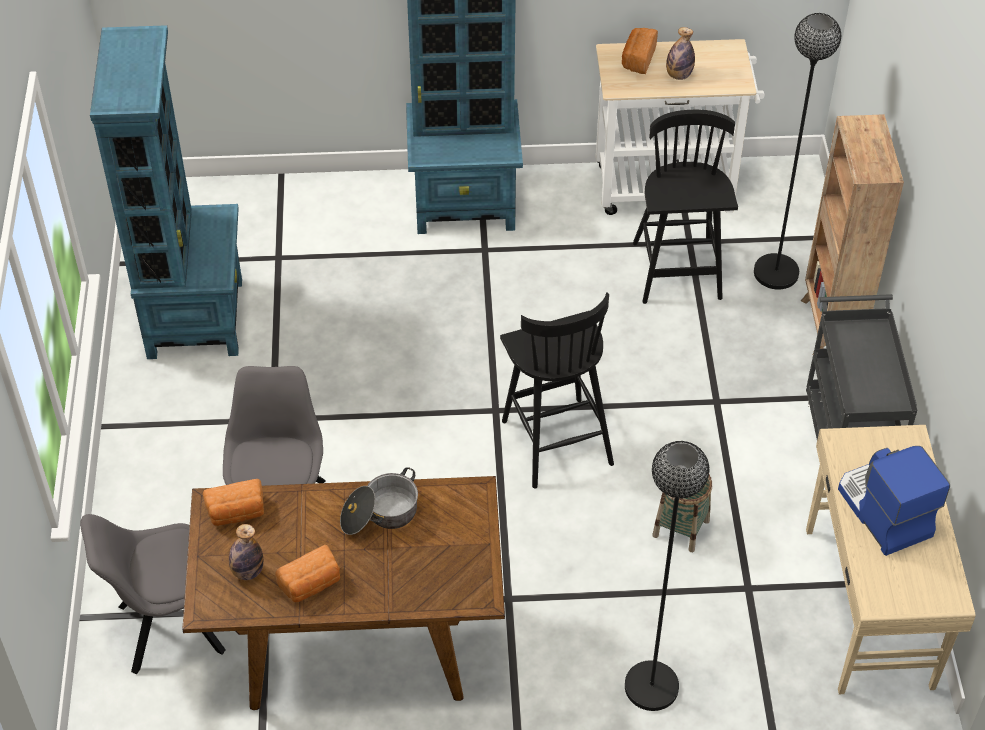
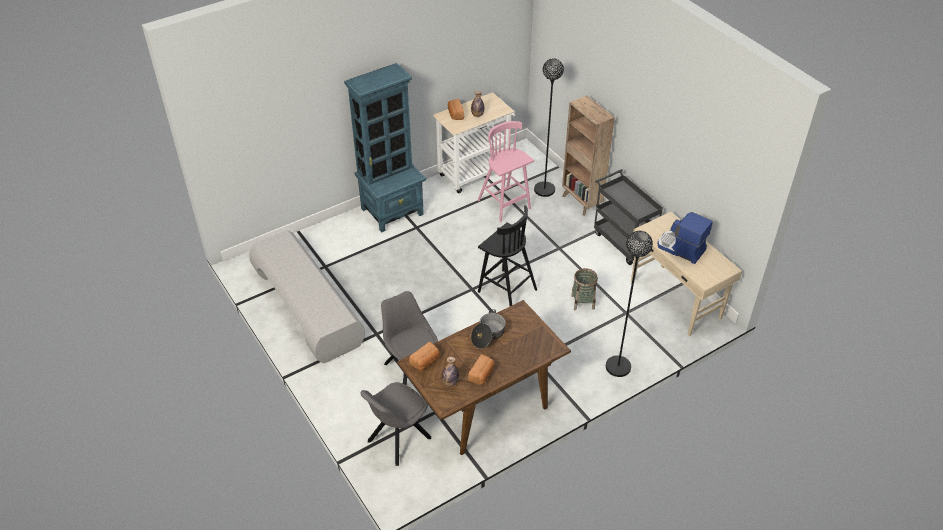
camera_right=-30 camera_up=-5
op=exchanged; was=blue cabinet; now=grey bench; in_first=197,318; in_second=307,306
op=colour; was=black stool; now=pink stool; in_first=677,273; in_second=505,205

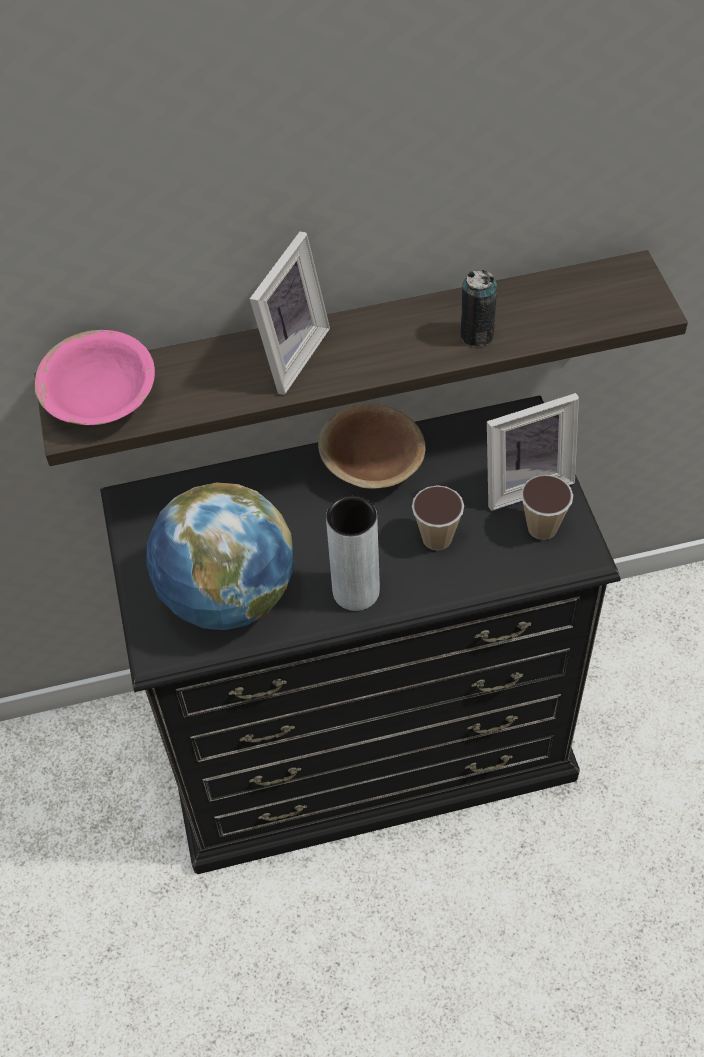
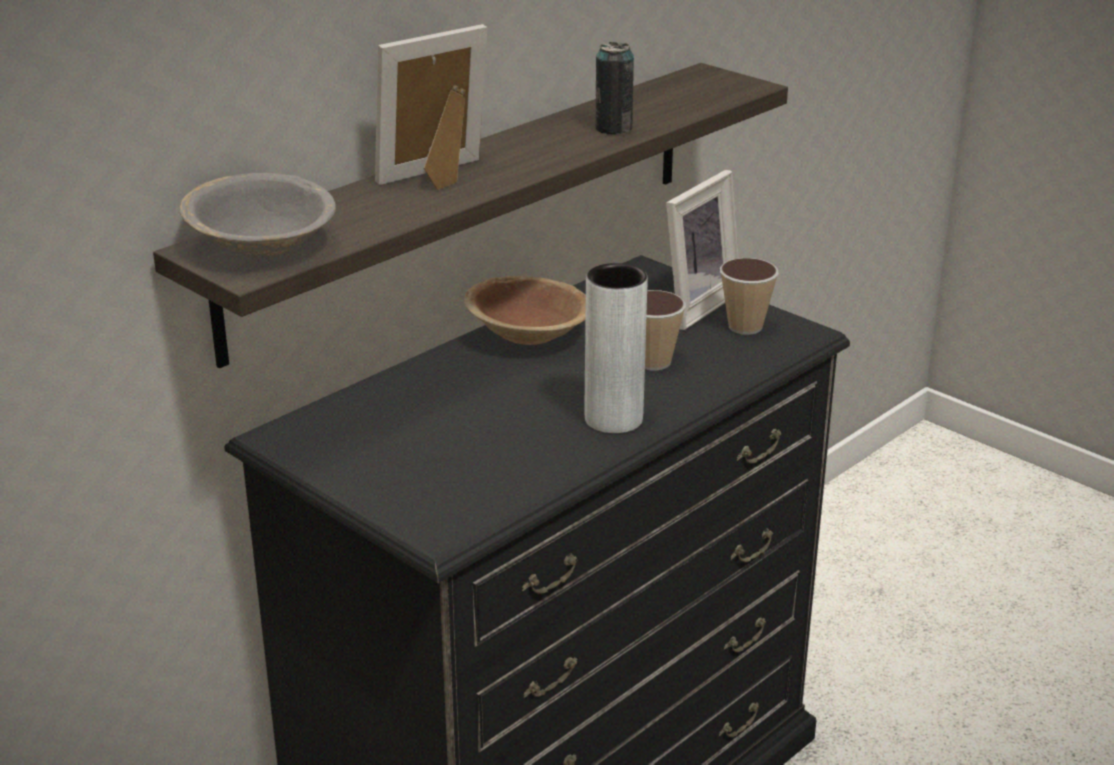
camera_right=-35 camera_up=-25
op=colour; was=pink bowl; now=grey bowl; in_first=101,399; in_second=262,247
op=missing; was=globe; in_first=228,597
op=spun; was=picture frame; in_first=287,355; in_second=439,177; clockwise=-120

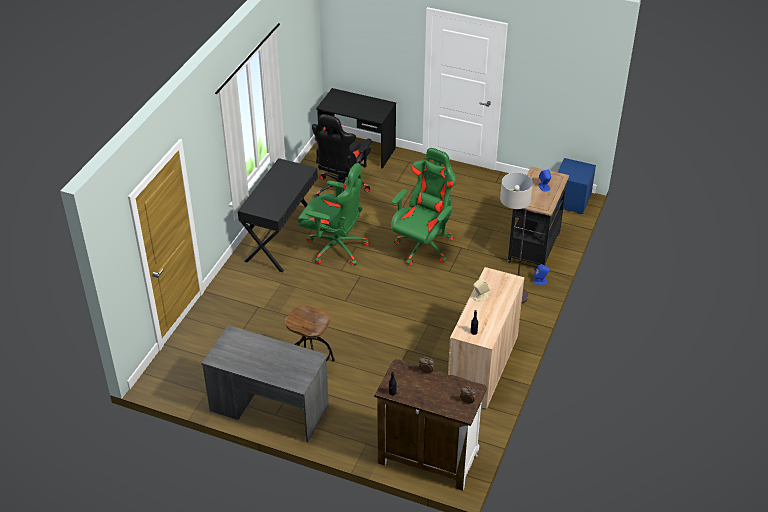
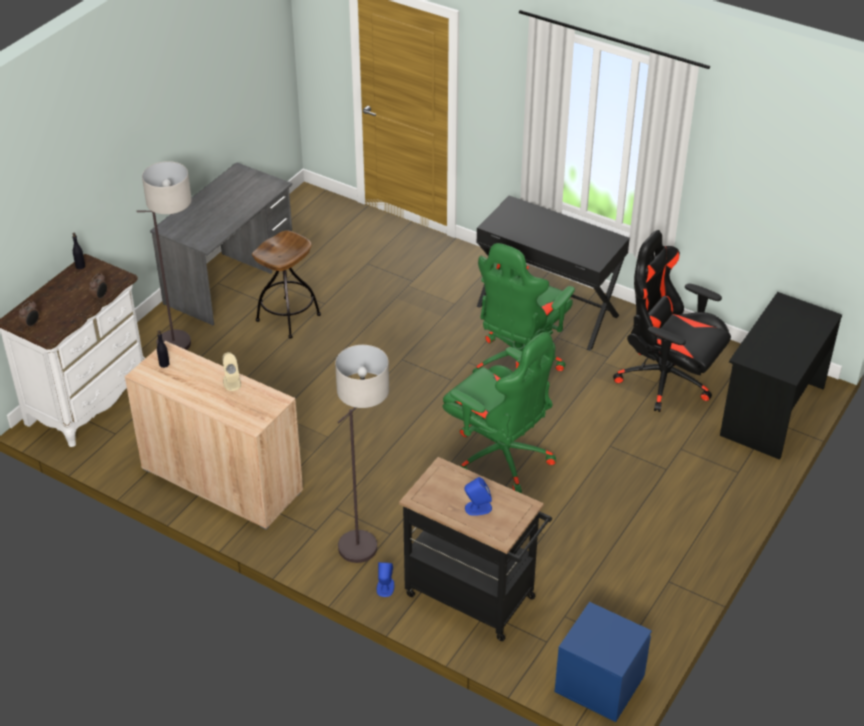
camera_right=100 camera_up=0
op=appeared; now=grey floor lamp; in_second=184,344

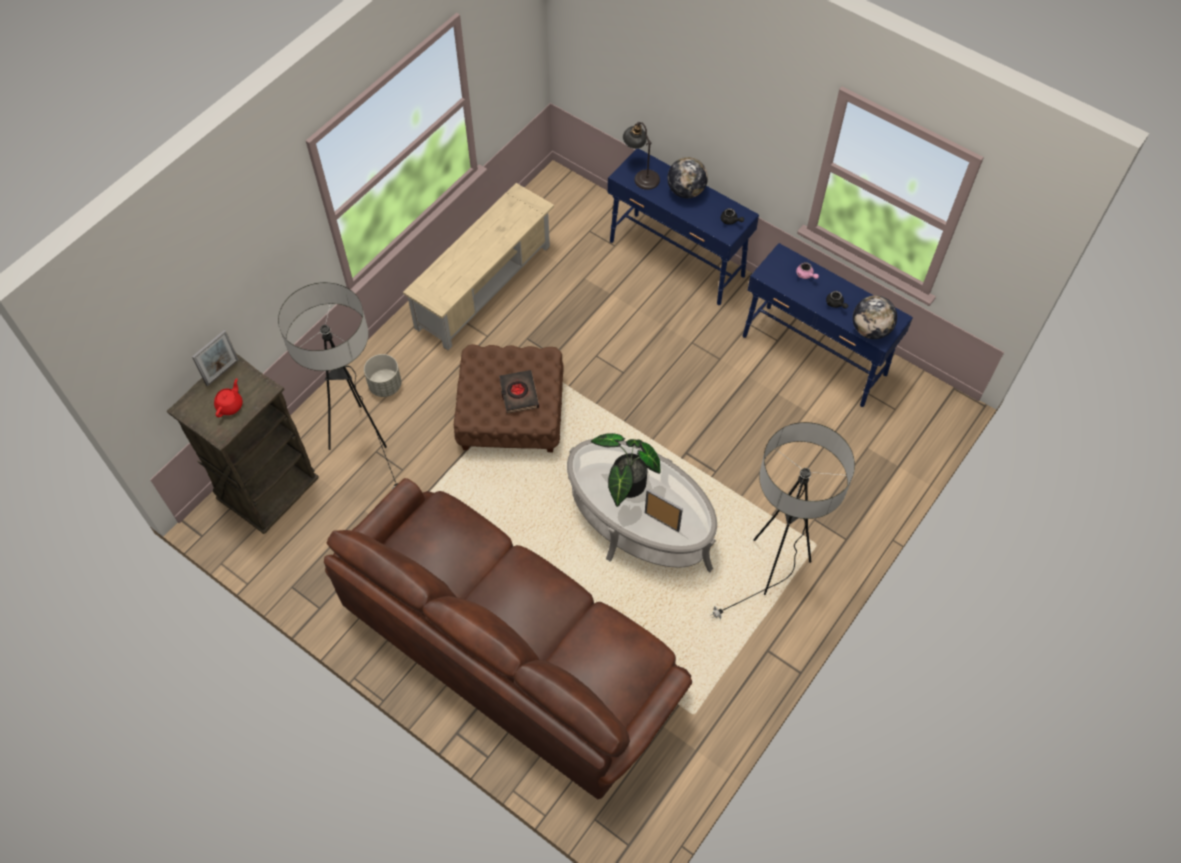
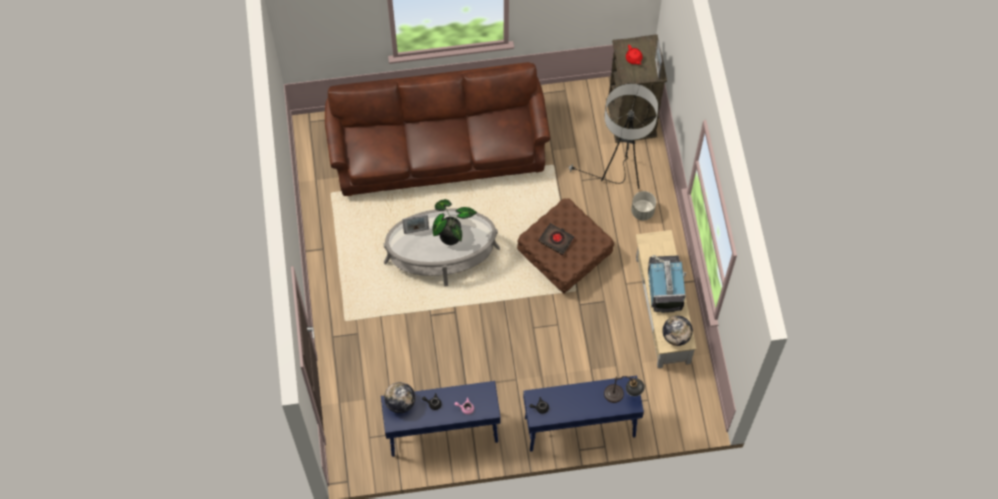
camera_right=135 camera_up=5
op=relocated; was=globe; in_first=686,191; in_second=676,336
op=missing; was=floor lamp; in_first=773,569
op=appeared; now=television; in_second=665,288

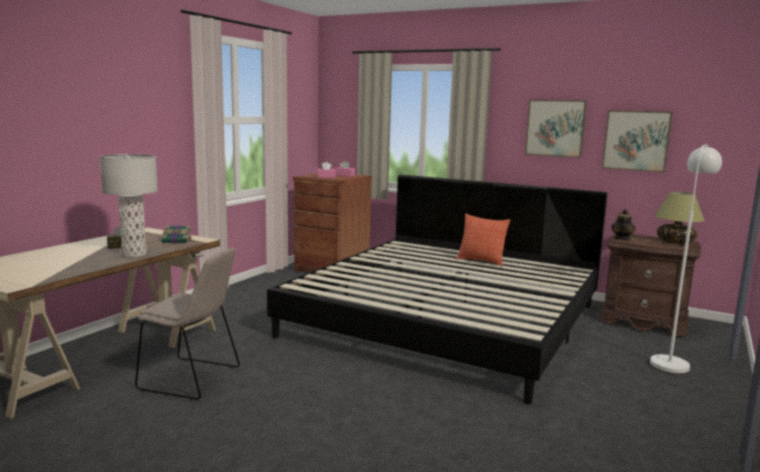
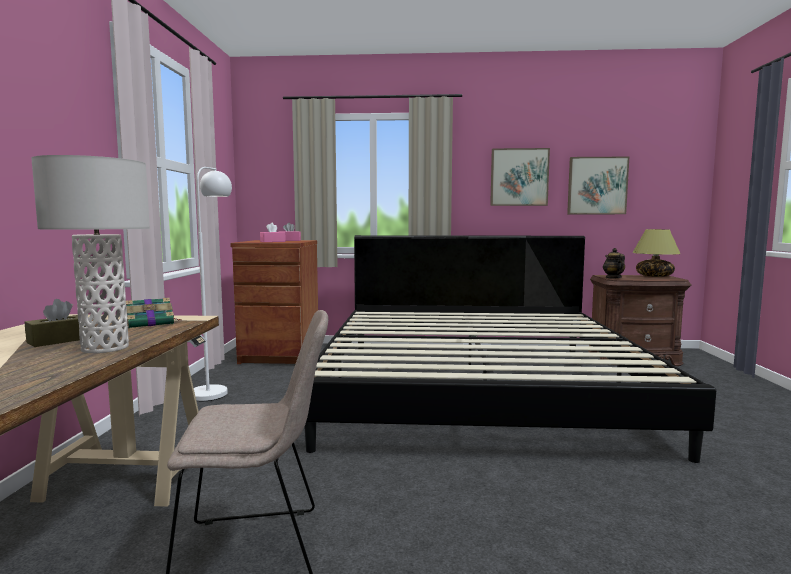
camera_right=-25 camera_up=-5
op=missing; was=orange pillow; in_first=481,261
op=relocated; was=white floor lamp; in_first=671,362; in_second=214,391

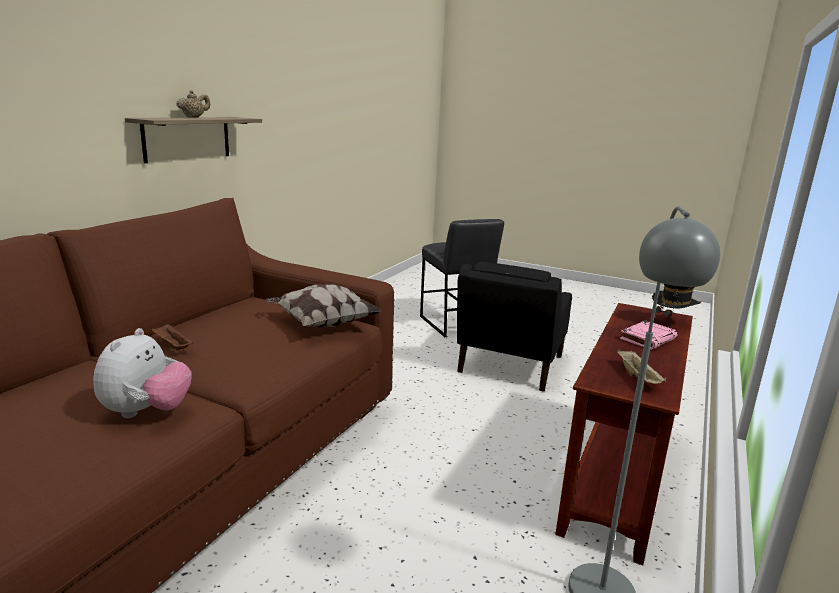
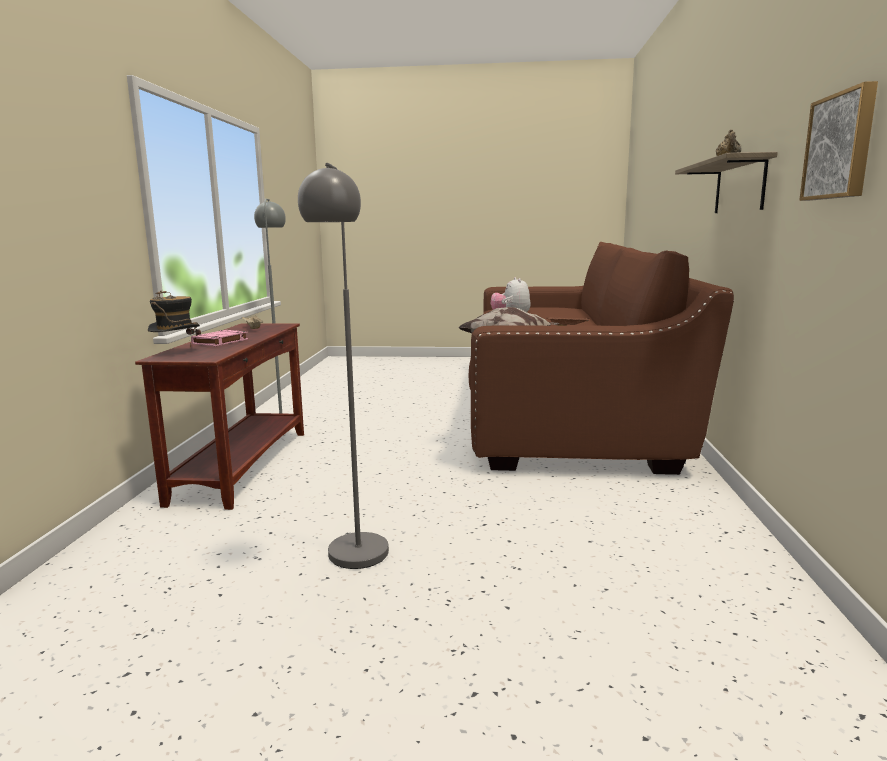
camera_right=160 camera_up=-5
op=missing; was=grey stool; in_first=455,324
op=exchanged; was=black armchair; now=grey floor lamp; in_first=510,365; in_second=355,563
op=appeared; now=picture; in_second=841,146

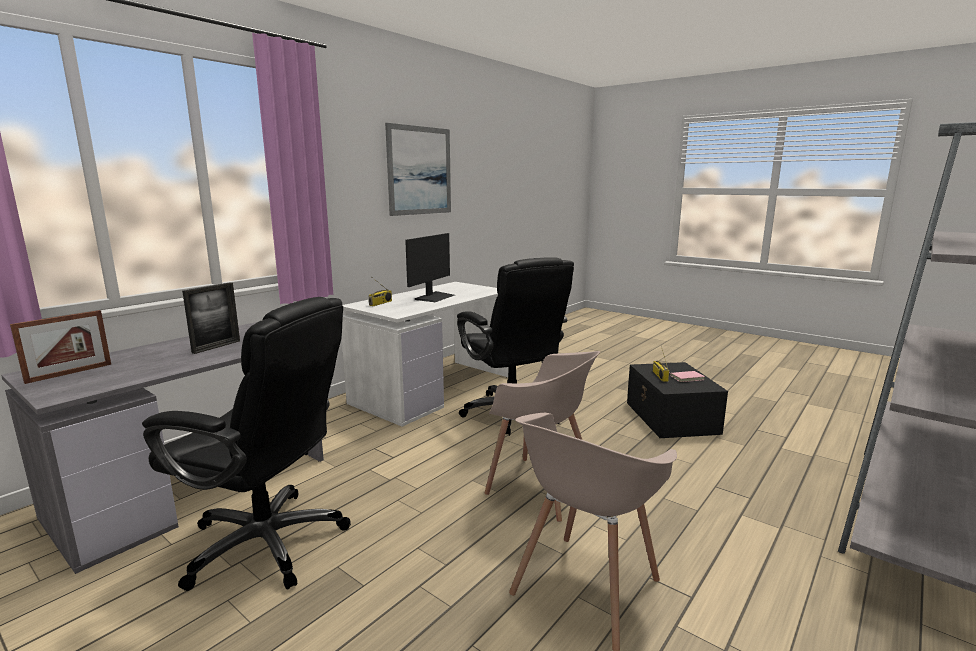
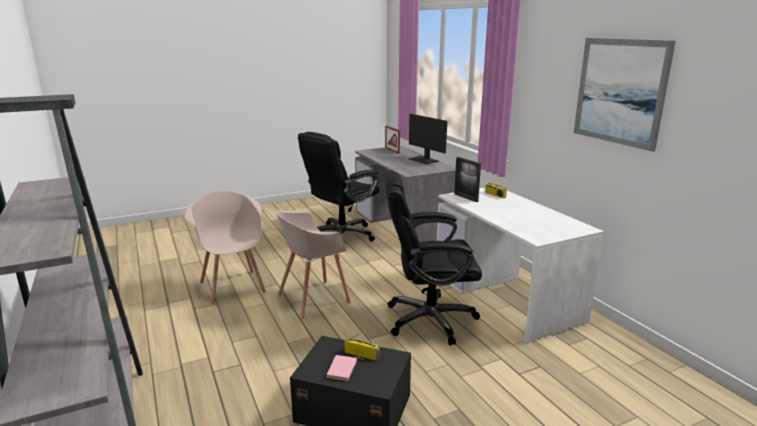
camera_right=115 camera_up=5
op=relocated; was=picture frame; in_first=216,347; in_second=466,197
op=relocated; was=monitor; in_first=434,297; in_second=423,160

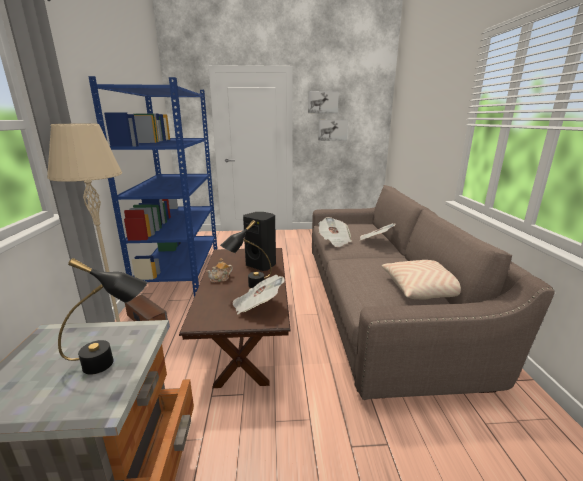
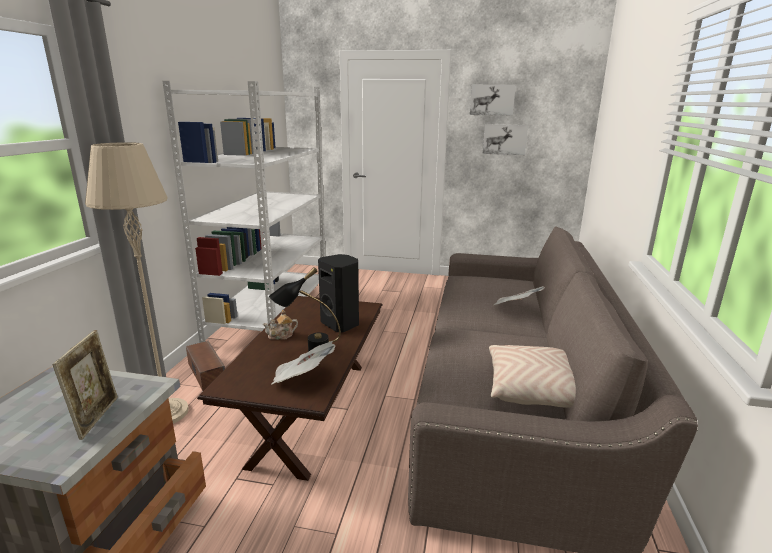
camera_right=15 camera_up=0
op=exchanged; was=black table lamp; now=picture frame; in_first=113,362; in_second=97,417
op=colour; was=blue bookcase; now=white bookcase; in_first=181,272; in_second=271,318
op=missing; was=newspaper; in_first=334,241

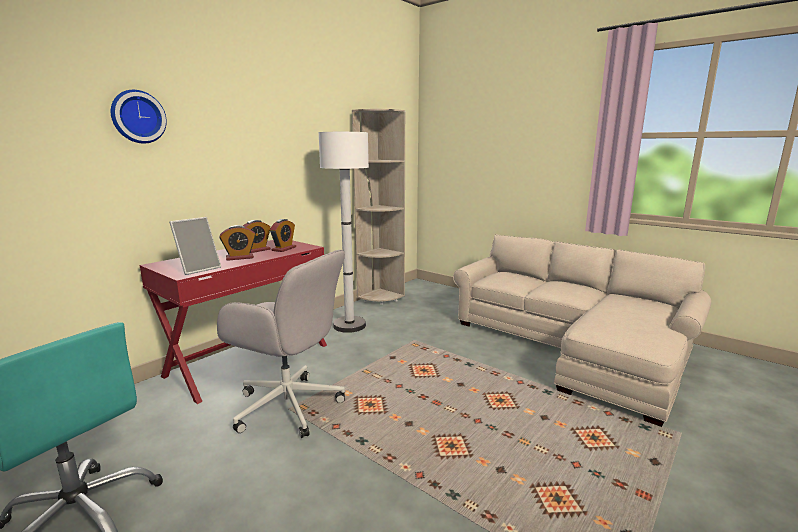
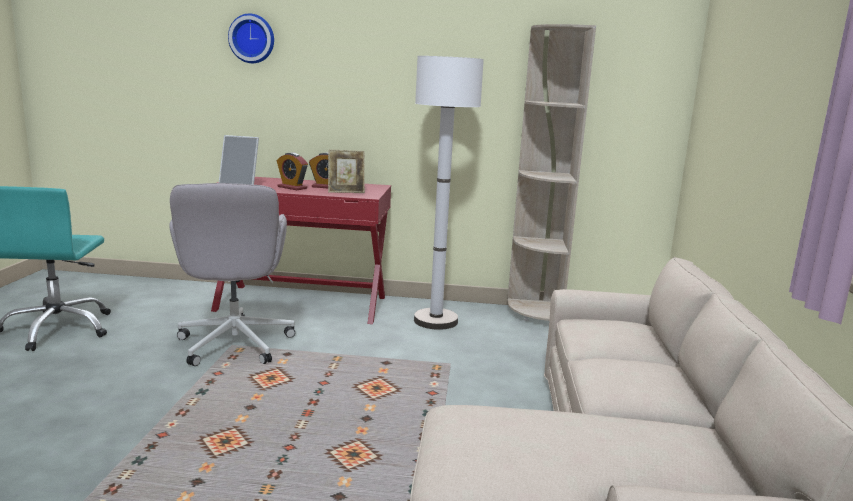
camera_right=55 camera_up=0
op=exchanged; was=alarm clock; now=picture frame; in_first=284,249; in_second=346,191

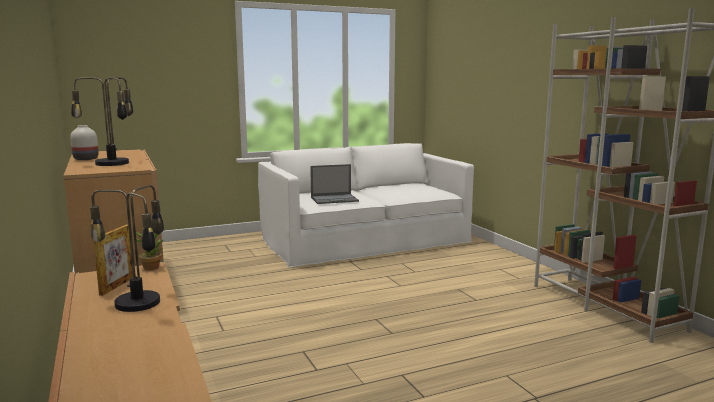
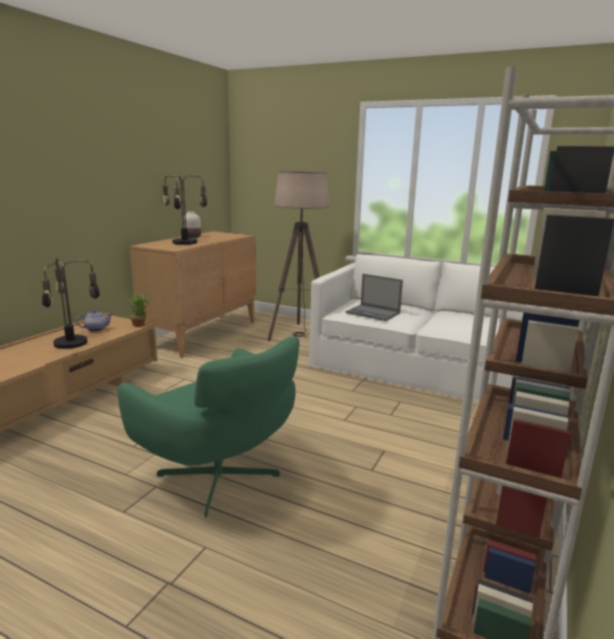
camera_right=50 camera_up=5
op=exchanged; was=picture frame; now=teapot; in_first=117,286; in_second=96,329
op=appeared; now=green armchair; in_second=221,478
op=appeared; now=floor lamp; in_second=299,334

